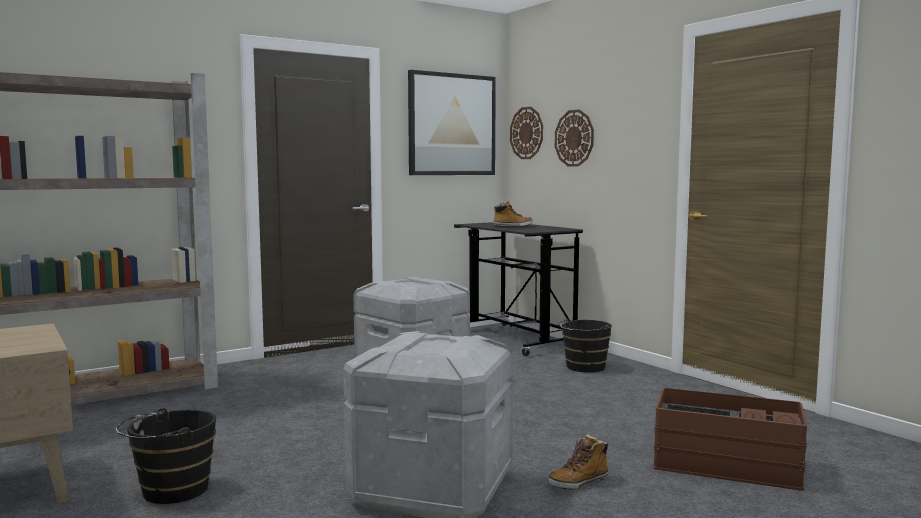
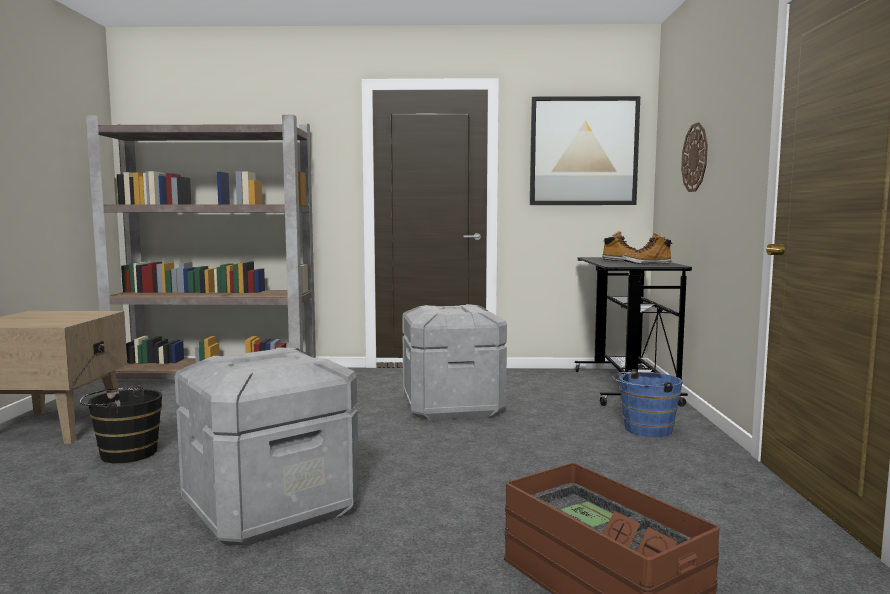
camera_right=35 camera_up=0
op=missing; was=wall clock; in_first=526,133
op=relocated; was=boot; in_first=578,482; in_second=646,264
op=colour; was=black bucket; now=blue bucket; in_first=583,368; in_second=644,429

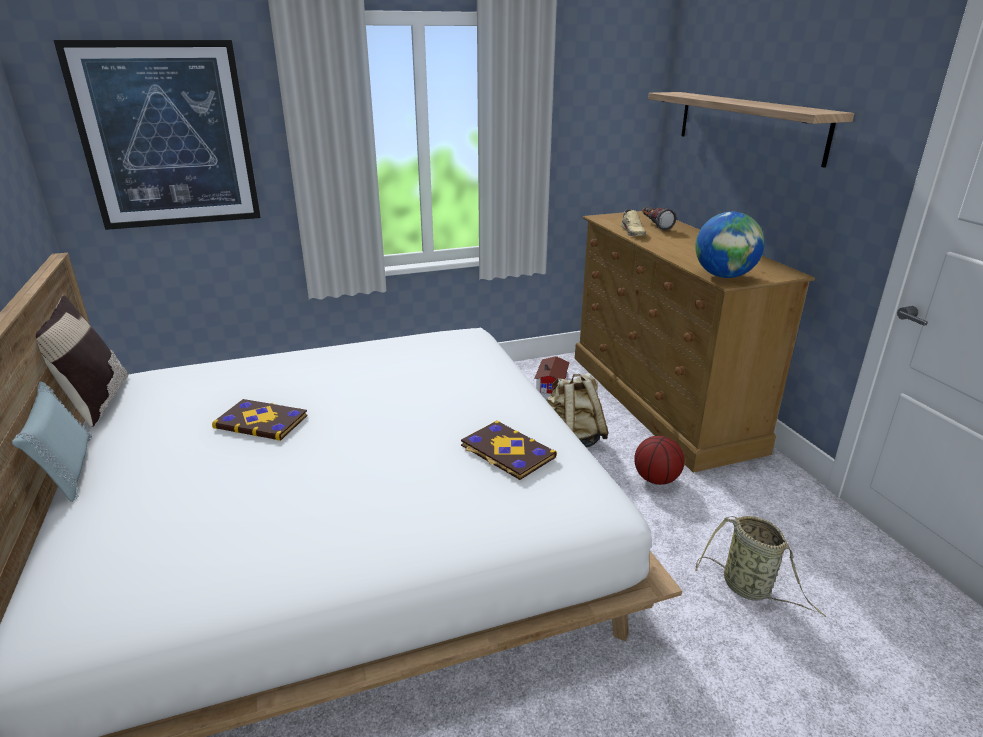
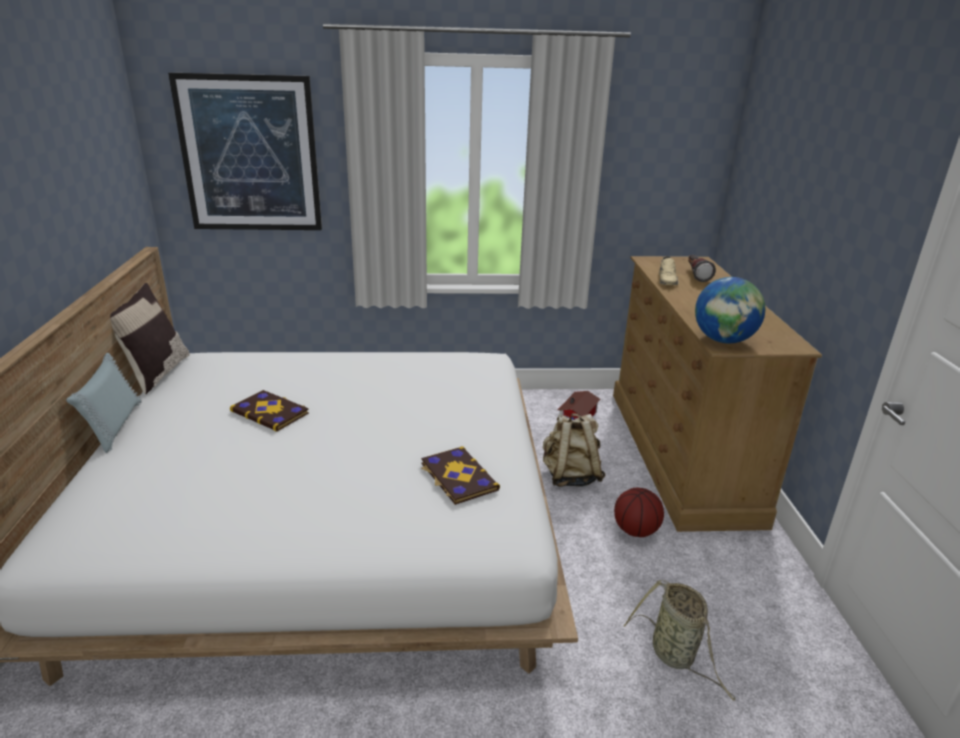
camera_right=15 camera_up=0
op=missing; was=shelf; in_first=748,125

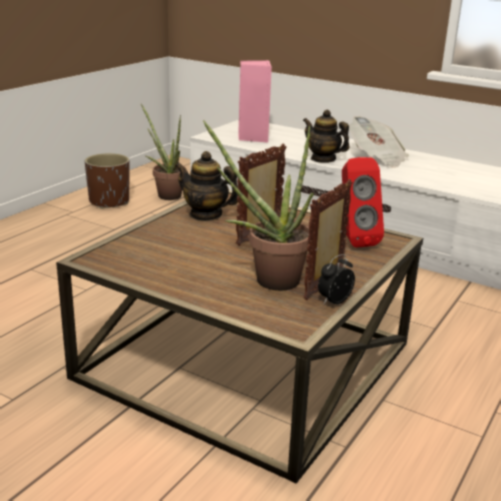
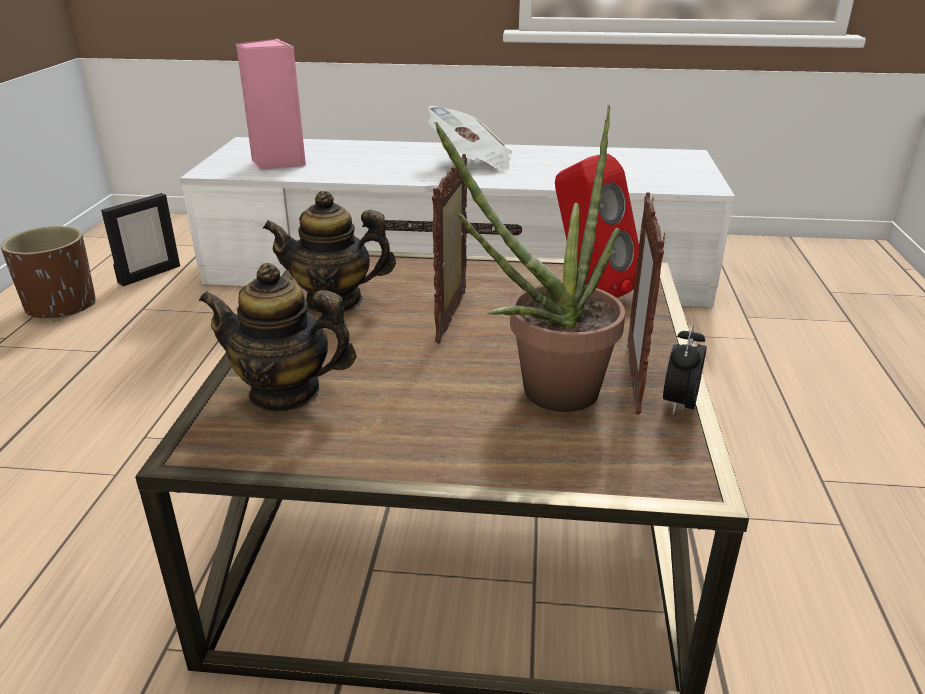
camera_right=-25 camera_up=5
op=exchanged; was=potted plant; now=picture frame; in_first=166,194; in_second=149,274
op=relocated; was=teapot; in_first=323,159; in_second=285,393

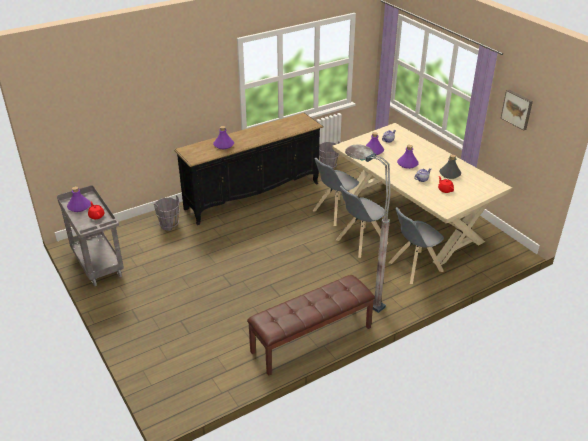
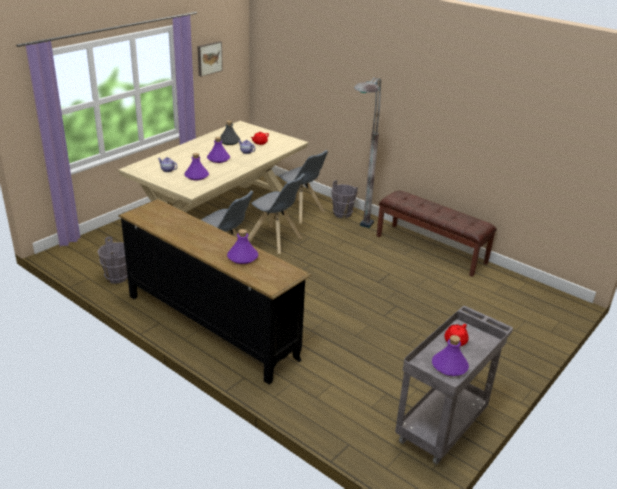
camera_right=-110 camera_up=-5
op=relocated; was=grey bucket; in_first=169,225; in_second=342,214

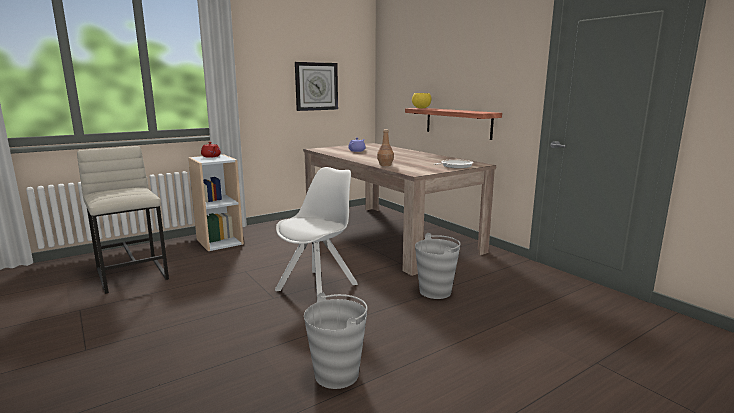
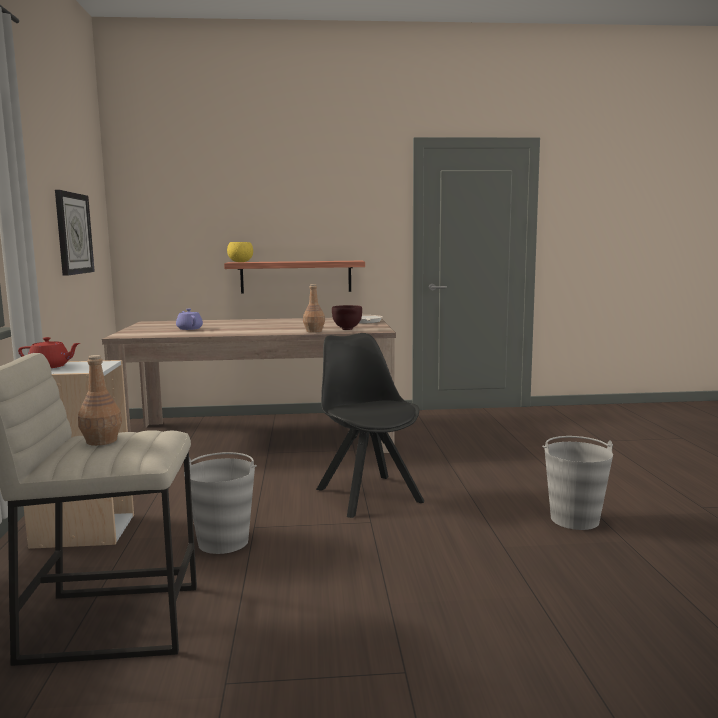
camera_right=-60 camera_up=-5
op=colour; was=white chair; now=black chair; in_first=318,287; in_second=368,495
op=relocated; was=grey bucket; in_first=435,291; in_second=224,542
op=appeared; now=brown bottle; in_second=101,441
op=appeared; now=brown bowl; in_second=347,329

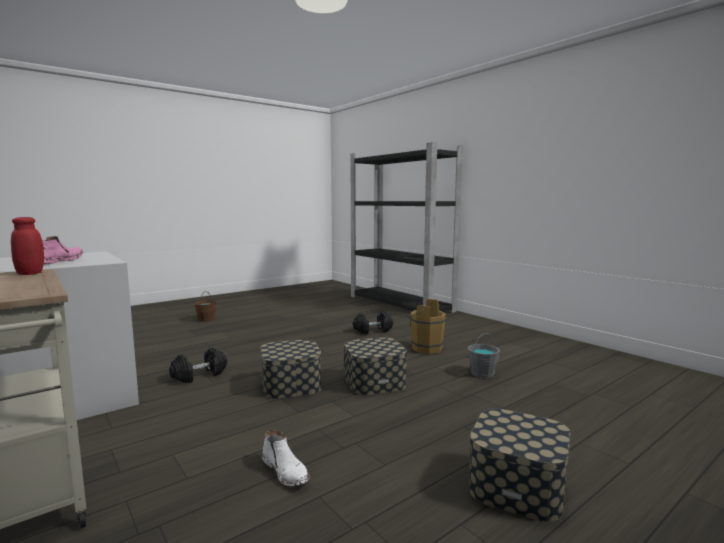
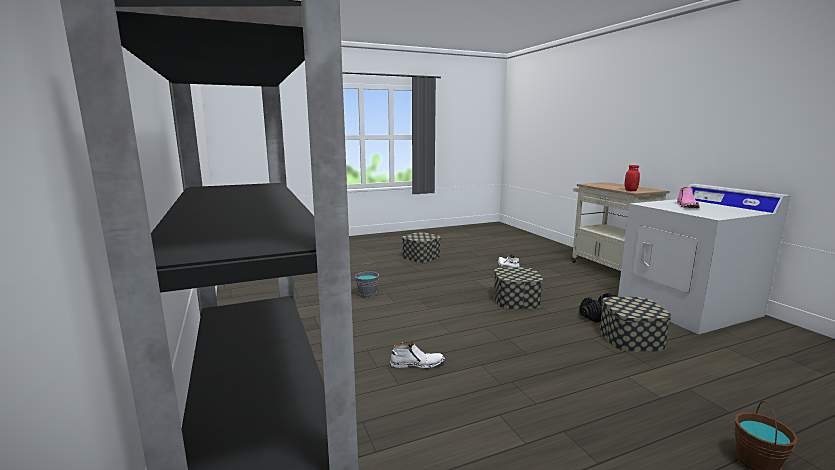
camera_right=-165 camera_up=5
op=relocated; was=storage box; in_first=374,382; in_second=631,338
op=exchanged; was=black dumbbell; now=white boot; in_first=373,331; in_second=417,363
op=missing; was=brown bucket; in_first=424,348

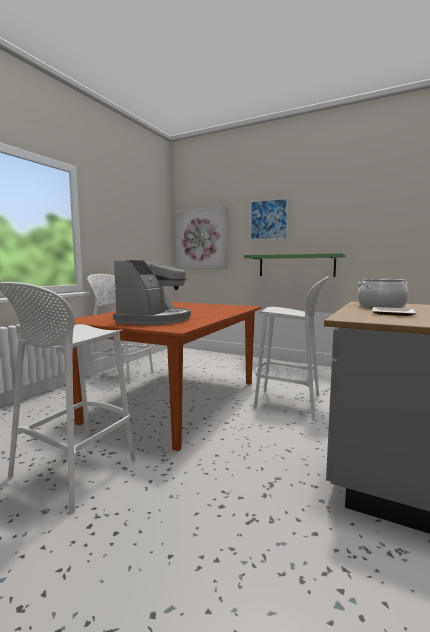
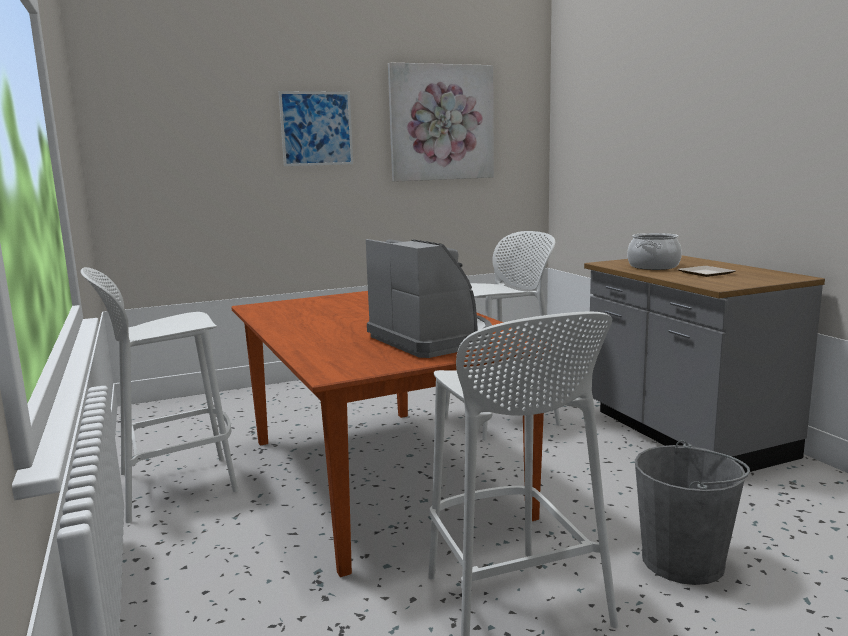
camera_right=-50 camera_up=5
op=relocated; was=picture; in_first=201,239; in_second=441,123
op=missing; was=green shelf; in_first=296,265
op=appeared; now=grey bucket; in_second=683,561

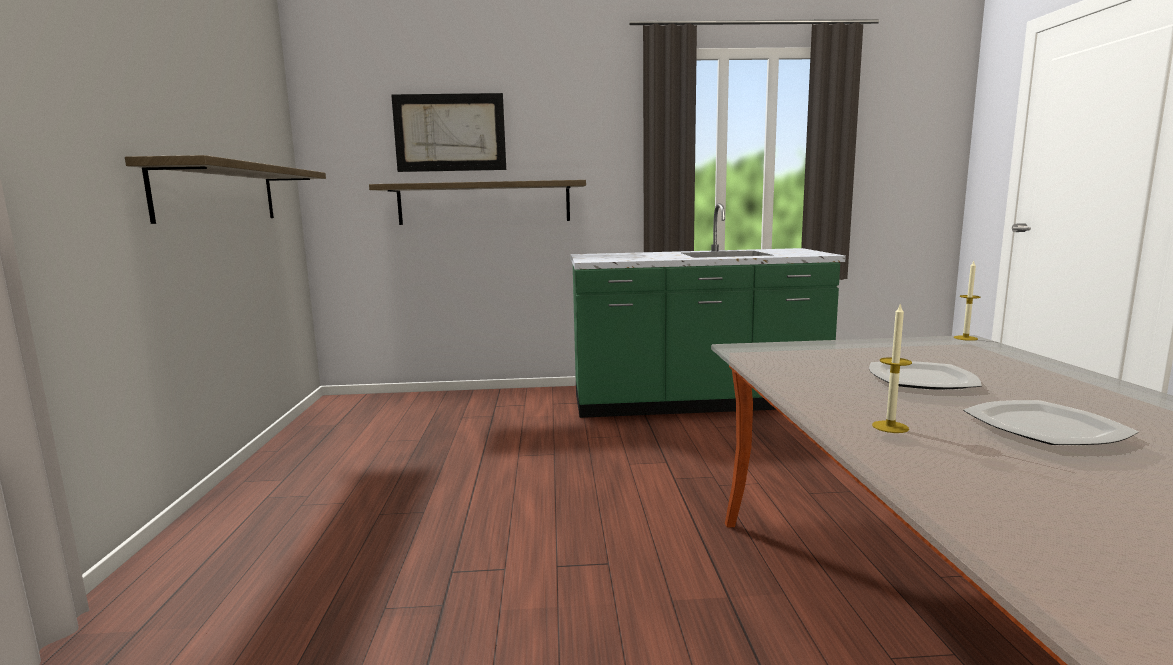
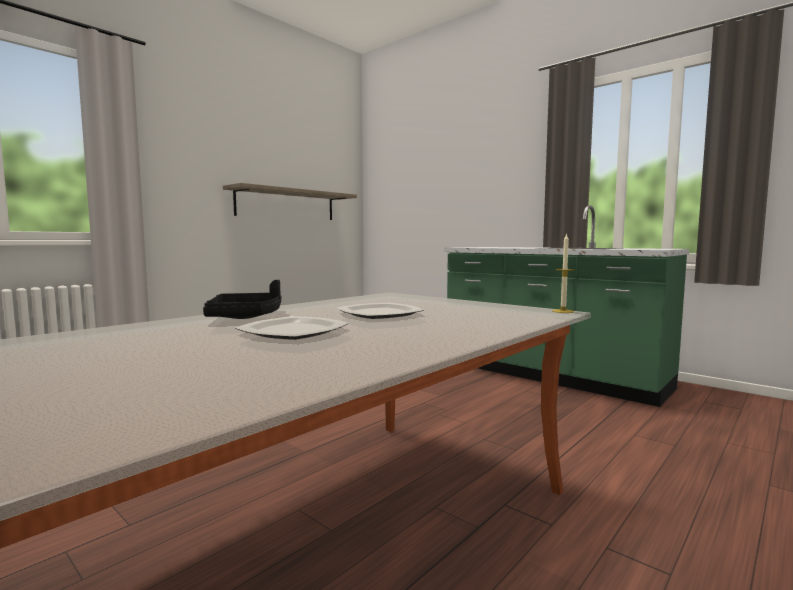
camera_right=45 camera_up=-5
op=missing; was=shelf; in_first=484,203
op=missing; was=picture; in_first=450,132
op=exchanged; was=candle; now=black tray; in_first=890,427; in_second=246,317

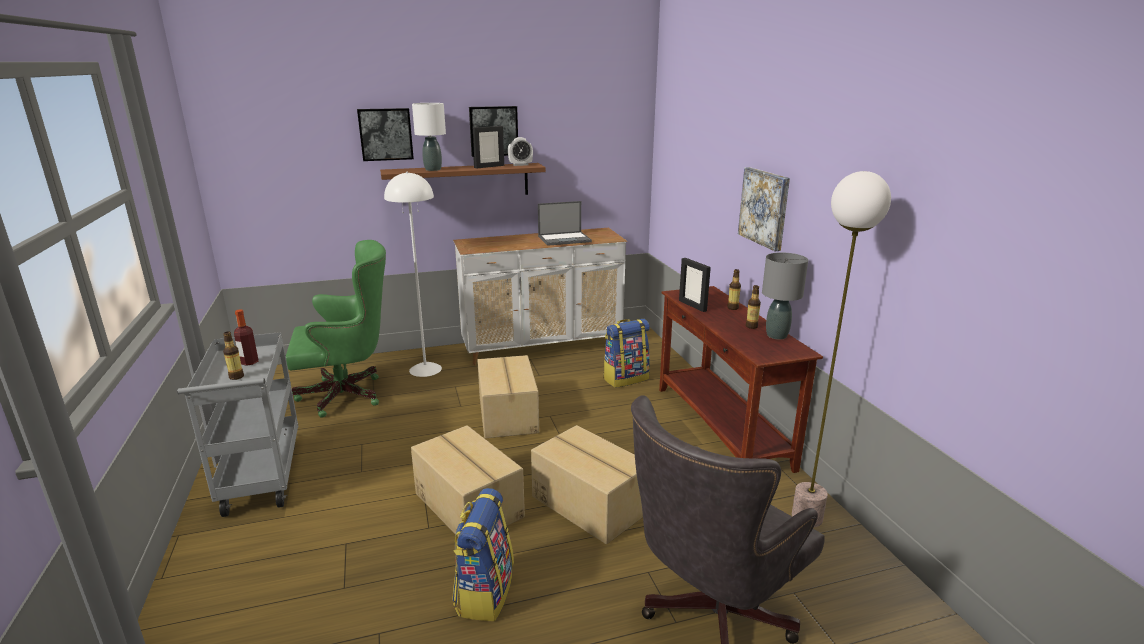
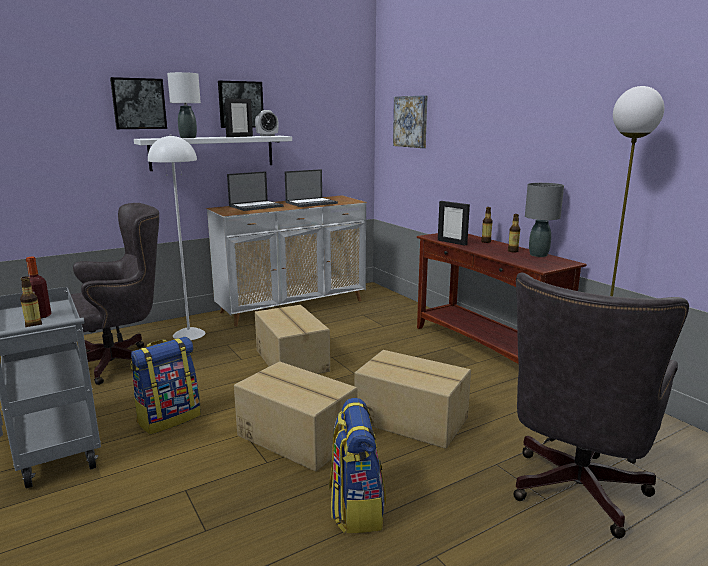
camera_right=-15 camera_up=-5
op=colour; was=green office chair; now=grey office chair; in_first=348,395; in_second=118,363
op=colour; was=brown shelf; now=white shelf; in_first=462,182; in_second=213,152
op=relocated; was=backpack; in_first=625,378; in_second=169,418
op=relocated; was=picture; in_first=764,207; in_second=411,121
op=appeared; now=laptop; in_second=256,206

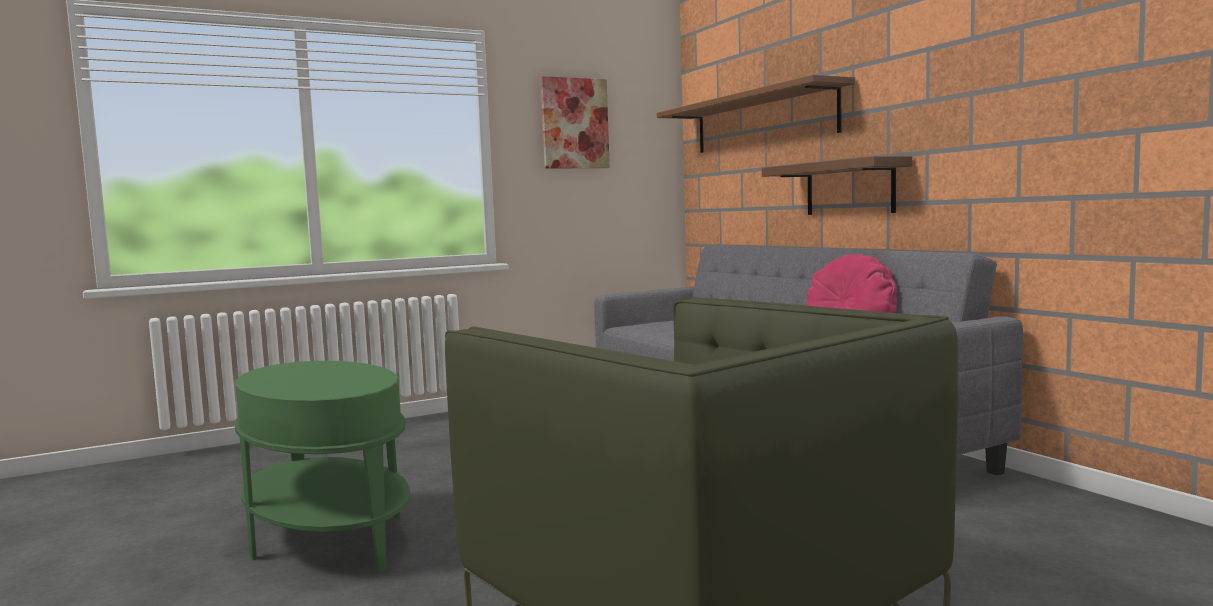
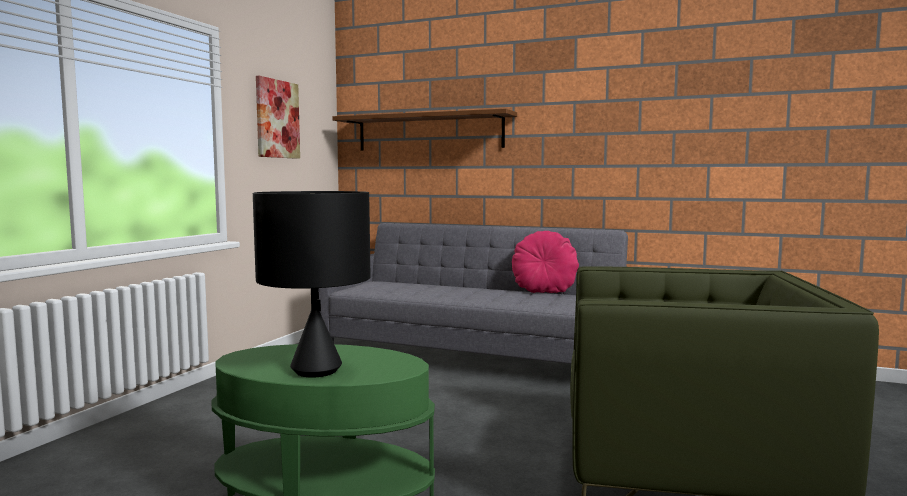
camera_right=-40 camera_up=0
op=missing; was=brown shelf; in_first=849,188
op=appeared; now=black table lamp; in_second=316,371

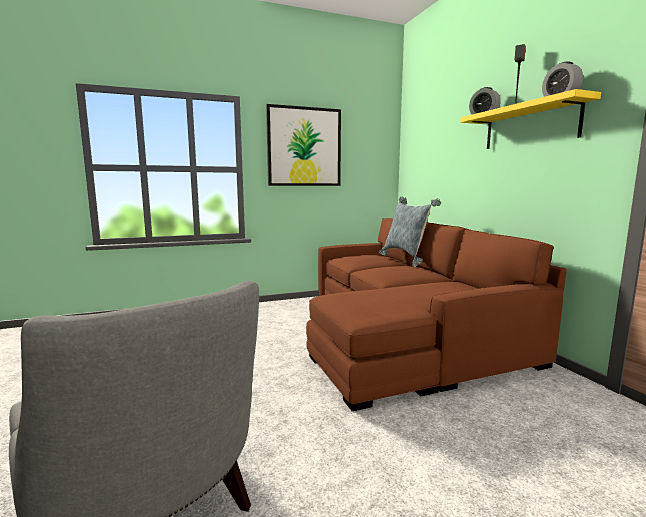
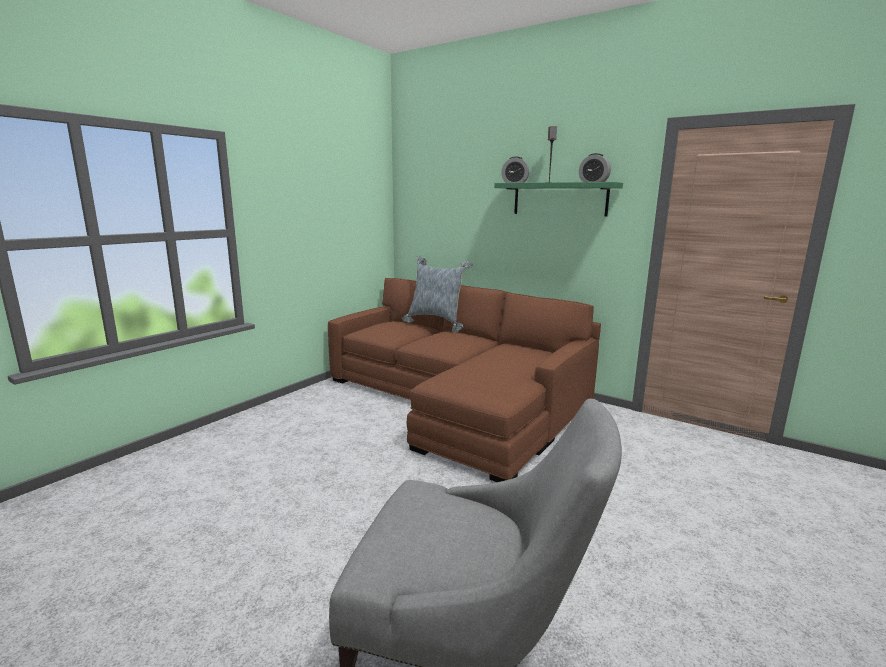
camera_right=-35 camera_up=5
op=missing; was=picture; in_first=304,147
op=colour; was=yellow shelf; now=green shelf; in_first=529,125; in_second=559,199

